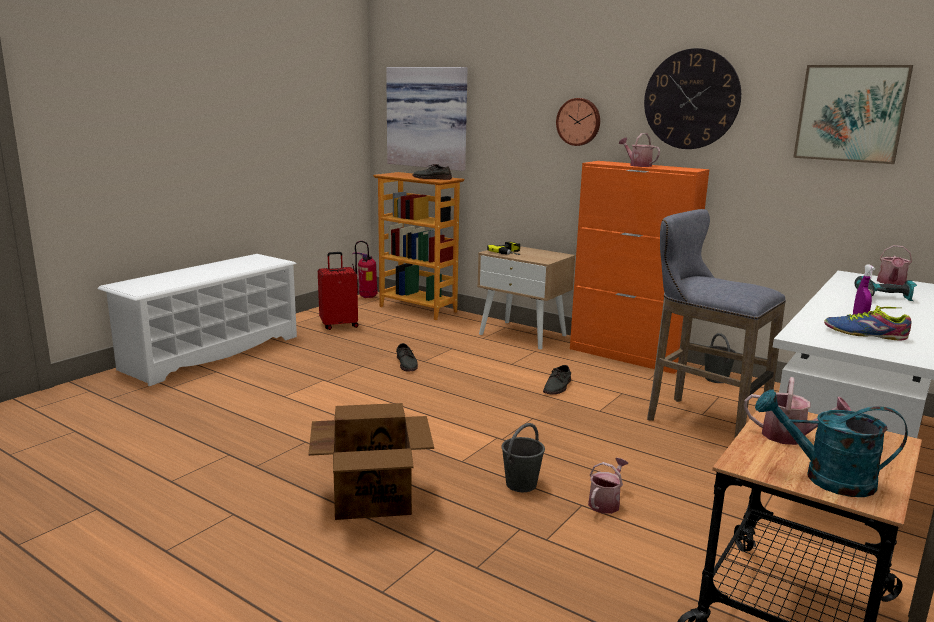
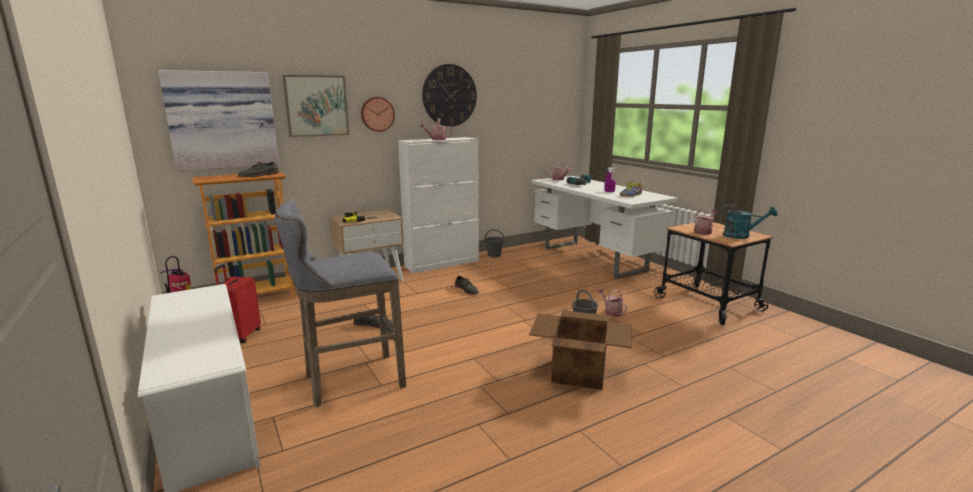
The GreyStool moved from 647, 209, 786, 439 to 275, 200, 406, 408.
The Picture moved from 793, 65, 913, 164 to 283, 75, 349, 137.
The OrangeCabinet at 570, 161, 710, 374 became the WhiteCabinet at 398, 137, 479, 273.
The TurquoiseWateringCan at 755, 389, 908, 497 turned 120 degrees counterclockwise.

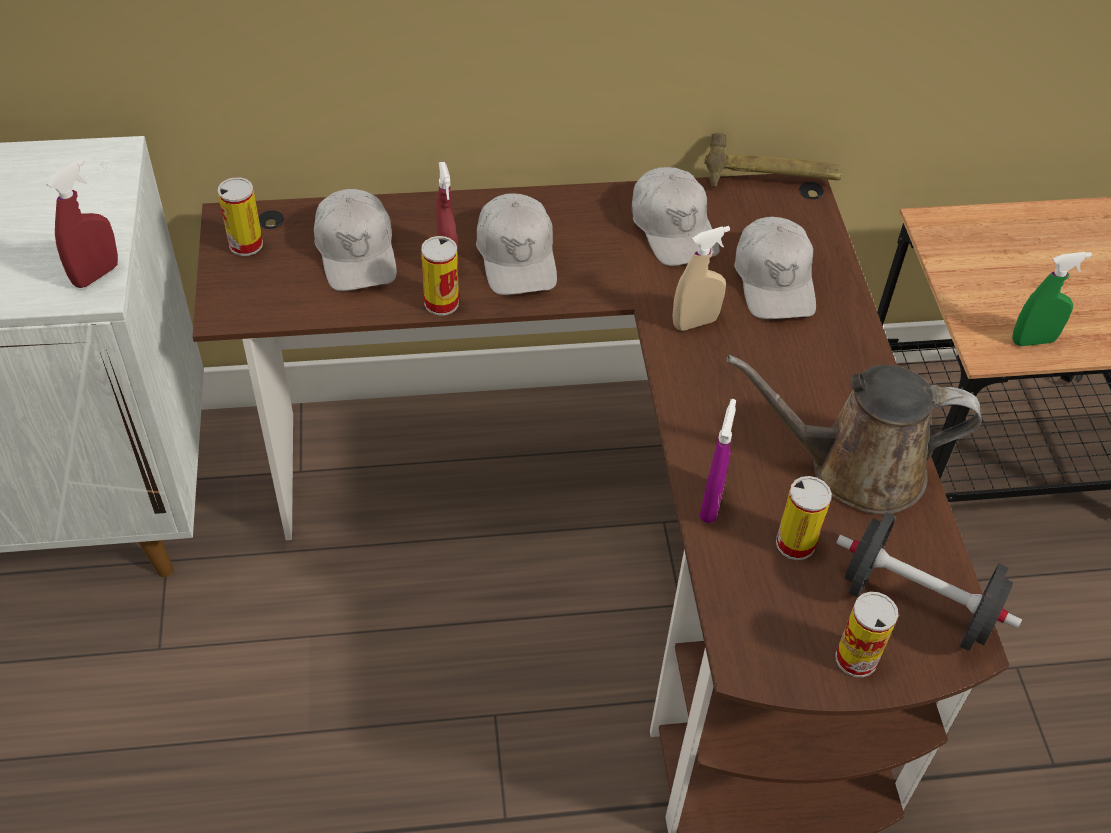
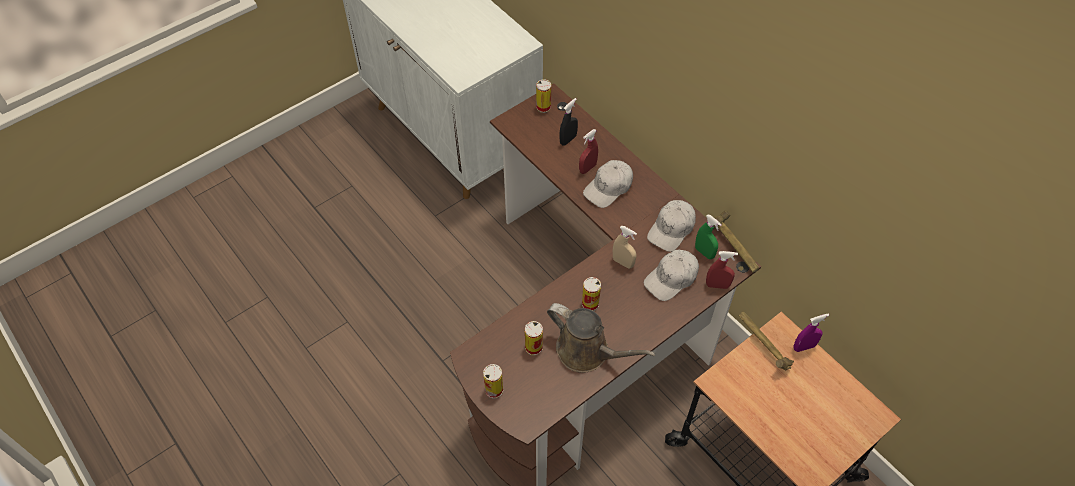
The BrownWateringCan at 727, 355, 982, 515 turned 150 degrees clockwise.
The WhiteCap at 314, 189, 397, 291 was replaced by the BlackSprayBottle at 560, 98, 578, 146.
The Can moved from 421, 236, 459, 316 to 582, 277, 601, 311.
The GreenSprayBottle moved from 1012, 252, 1092, 346 to 695, 214, 722, 259.
The RedSprayBottle moved from 46, 158, 118, 288 to 706, 251, 738, 289.
The Hammer at 739, 312, 794, 370 appeared.
The PurpleSprayBottle moved from 699, 399, 736, 523 to 793, 314, 829, 352.
The BlackDumbbell at 836, 512, 1022, 651 disappeared.

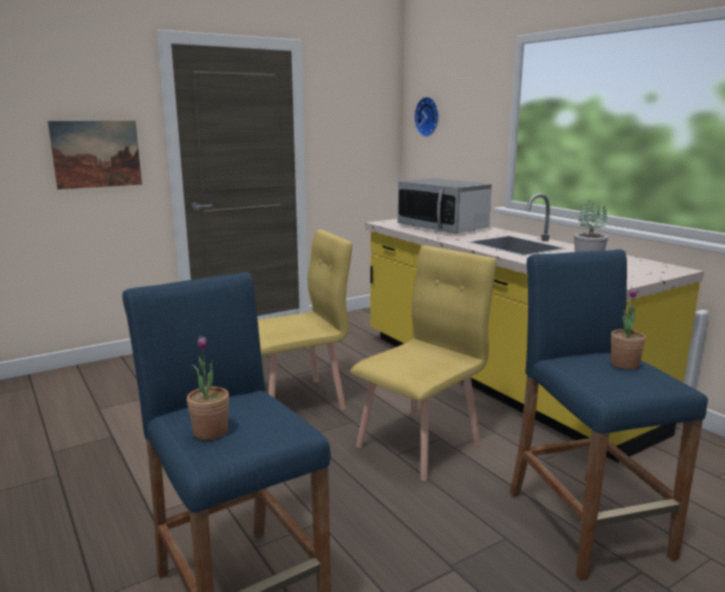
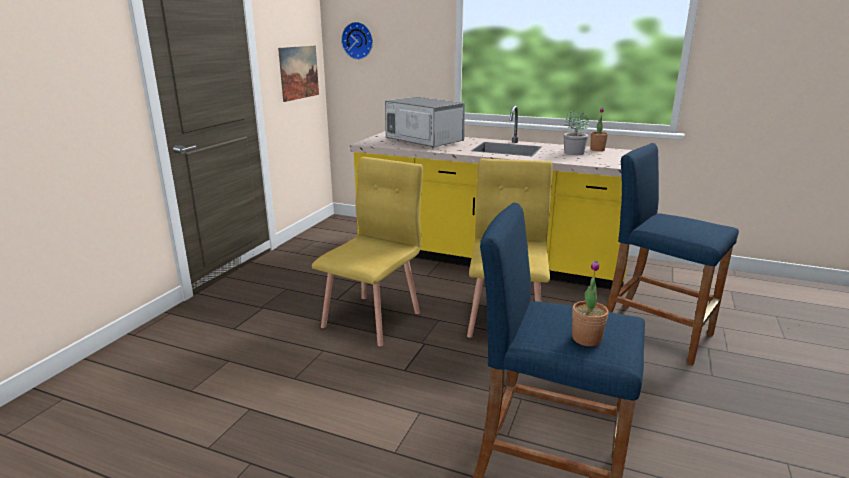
The Picture moved from 48, 121, 142, 189 to 278, 46, 319, 102.
The Microwave at 398, 178, 492, 234 turned 150 degrees counterclockwise.
The PottedPlant moved from 611, 287, 646, 370 to 590, 108, 608, 151.

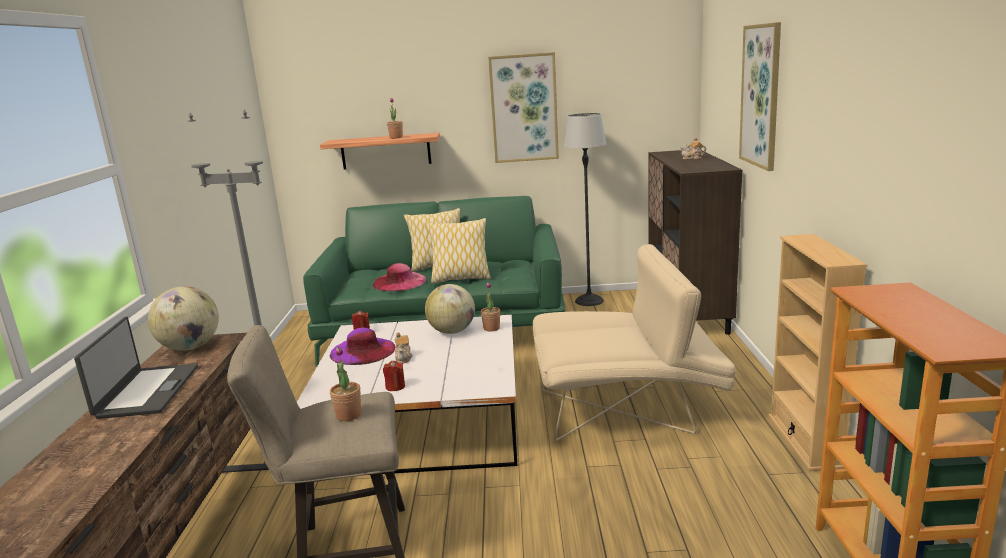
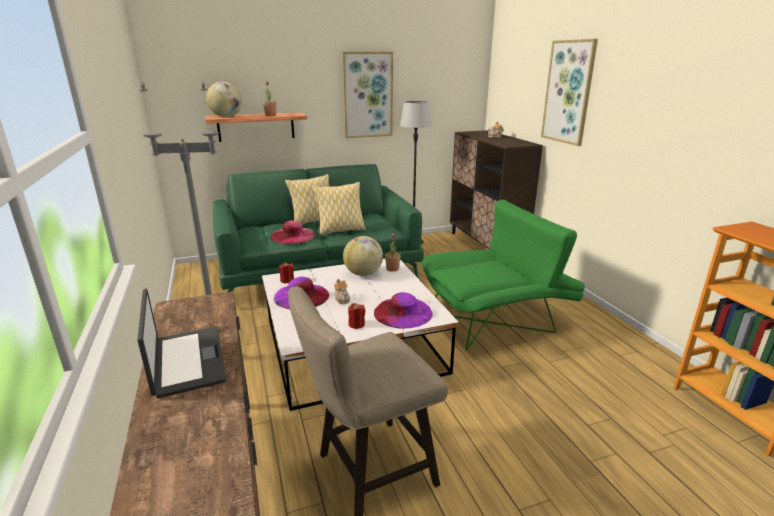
The Globe moved from 148, 286, 219, 351 to 206, 81, 242, 117.
The PurpleHat at 374, 292, 433, 329 appeared.
The BeigeArmchair at 533, 244, 736, 442 became the GreenArmchair at 422, 199, 585, 351.
The PottedPlant at 330, 346, 361, 421 disappeared.
The BeigeBookcase at 769, 234, 868, 471 disappeared.

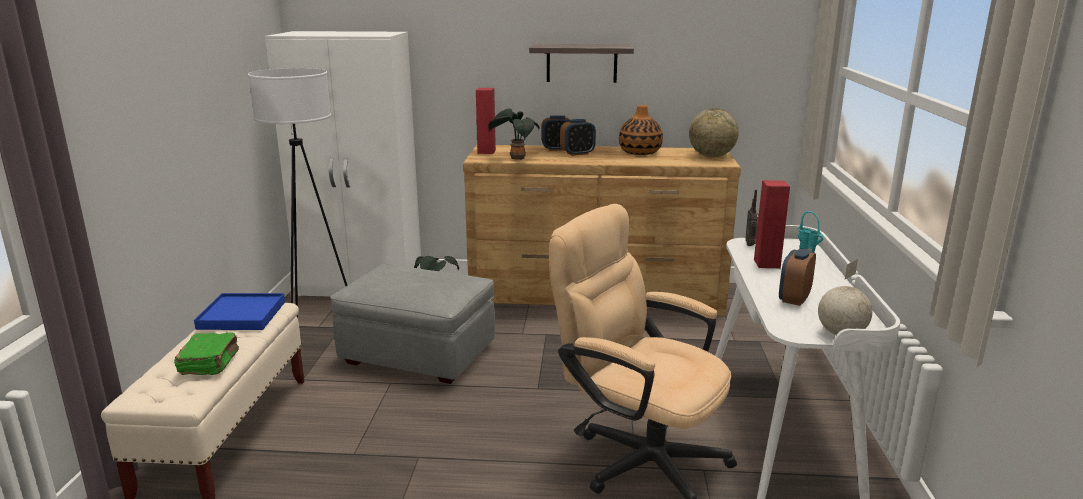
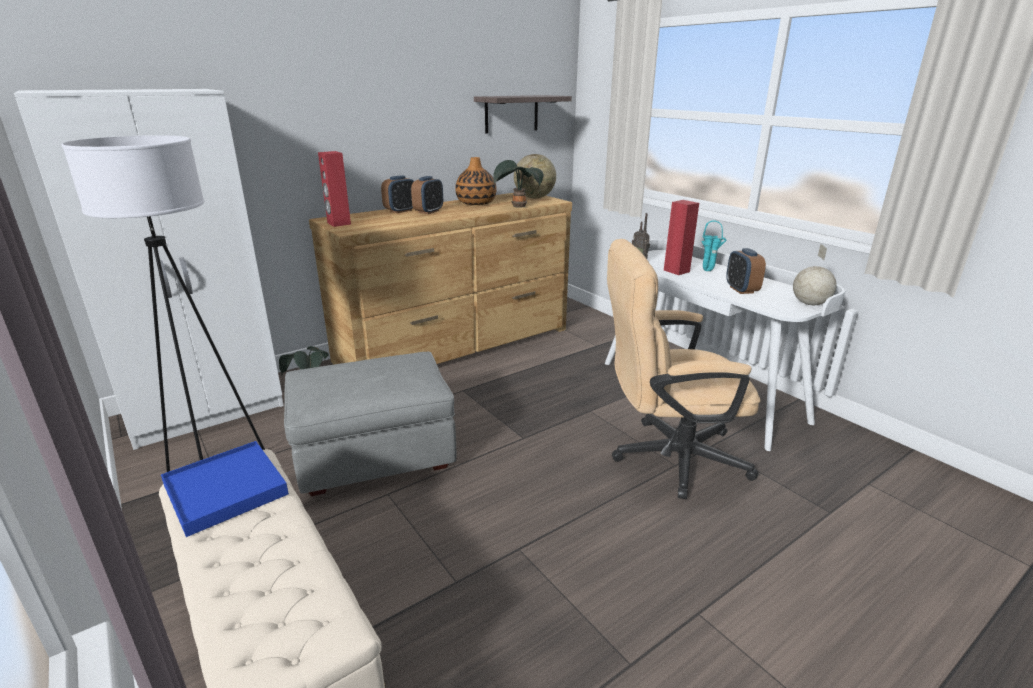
The Shelf moved from 529, 44, 634, 83 to 474, 95, 572, 134.
The PottedPlant moved from 488, 109, 540, 160 to 493, 160, 544, 208.
The GreenBook at 174, 332, 239, 375 disappeared.

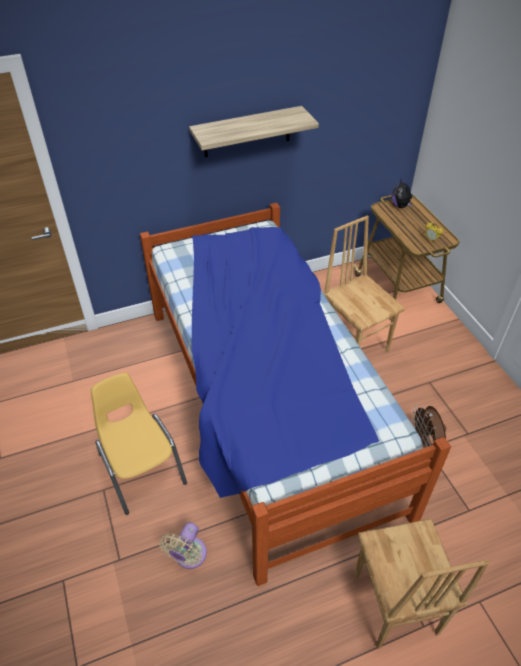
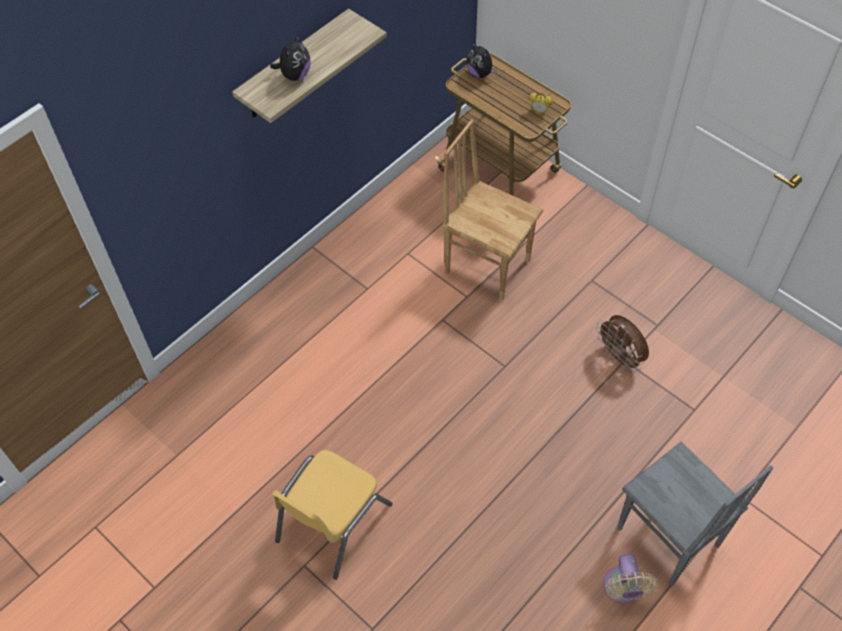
The PlushToy at 270, 34, 310, 81 appeared.
The YellowChair at 91, 373, 187, 515 turned 90 degrees counterclockwise.
The BeigeFan moved from 159, 522, 207, 569 to 603, 554, 658, 604.
The BrownChair at 355, 518, 489, 649 became the GreyChair at 617, 442, 773, 586.
The Bed at 140, 202, 451, 586 disappeared.

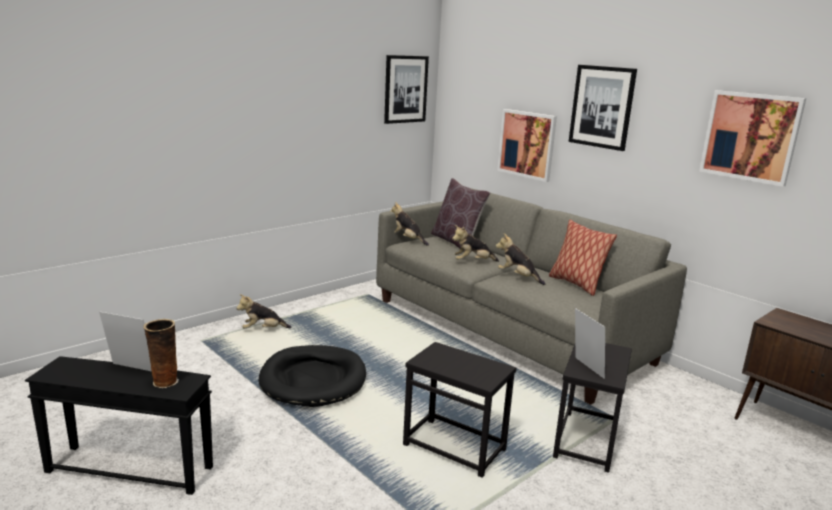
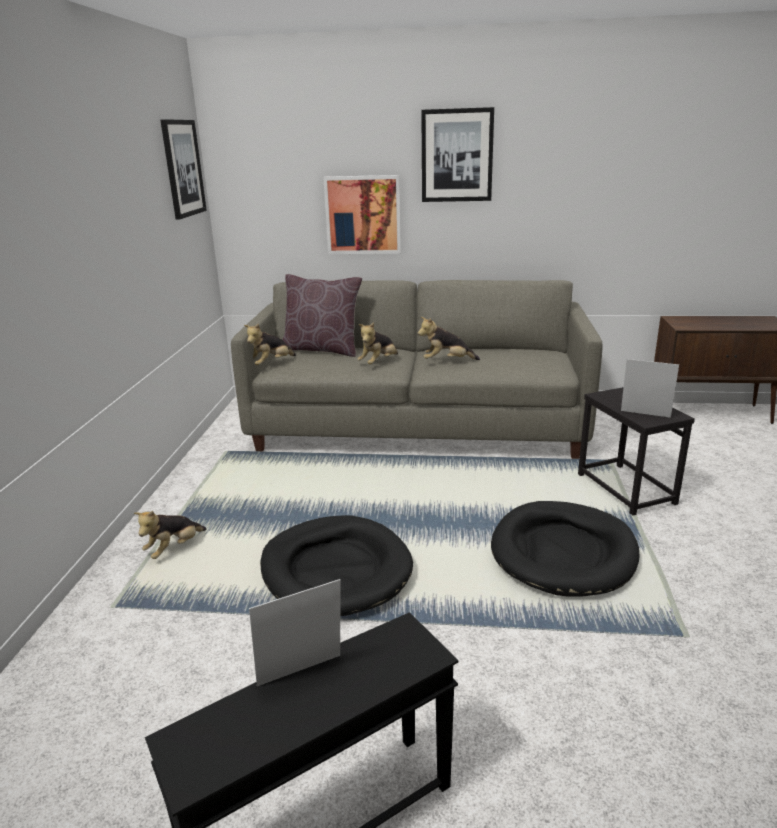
The PlushToy at 391, 202, 429, 246 turned 45 degrees counterclockwise.
The BlackSideTable at 403, 342, 516, 478 was replaced by the BlackDogBed at 491, 501, 640, 597.
The Vase at 143, 319, 179, 388 disappeared.
The Pillow at 549, 220, 617, 296 disappeared.
The Picture at 699, 90, 807, 187 disappeared.

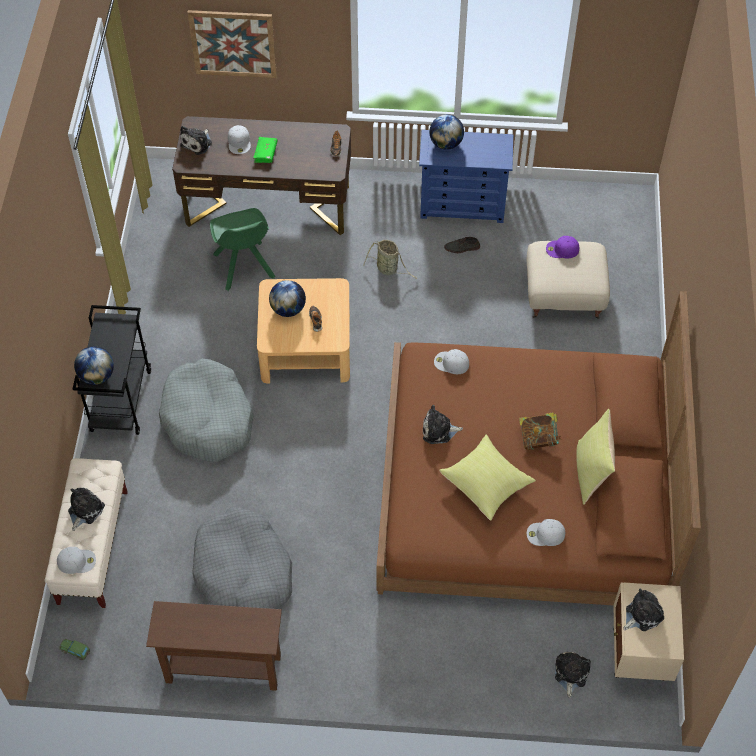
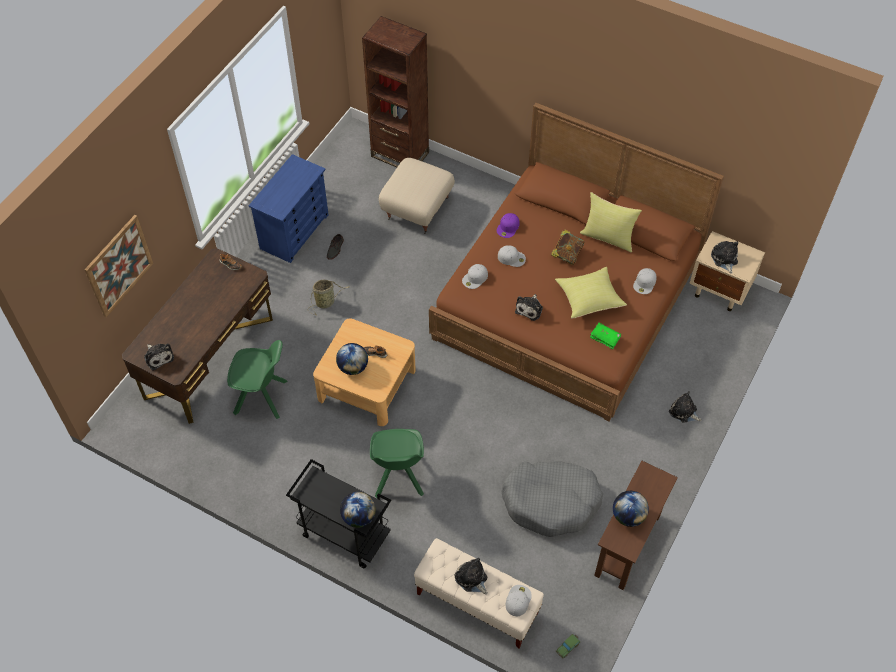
The BrownBookcase at 362, 16, 429, 167 appeared.
The GreyDogBed at 159, 359, 254, 462 was replaced by the GreenChair at 370, 429, 424, 498.
The PurpleCap moved from 546, 236, 579, 258 to 497, 213, 520, 238.
The WhiteCap moved from 228, 125, 251, 154 to 498, 245, 526, 267.
The GreenBook moved from 253, 137, 278, 163 to 590, 323, 621, 349.
The Globe moved from 429, 114, 464, 150 to 613, 491, 649, 527.
The PlushToy moved from 555, 652, 591, 698 to 669, 391, 702, 423.

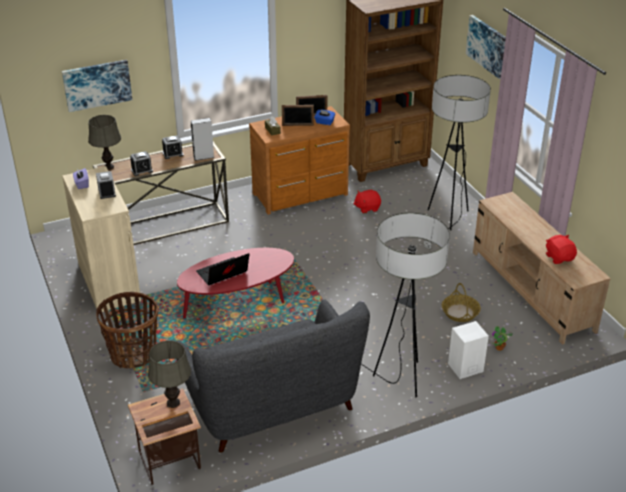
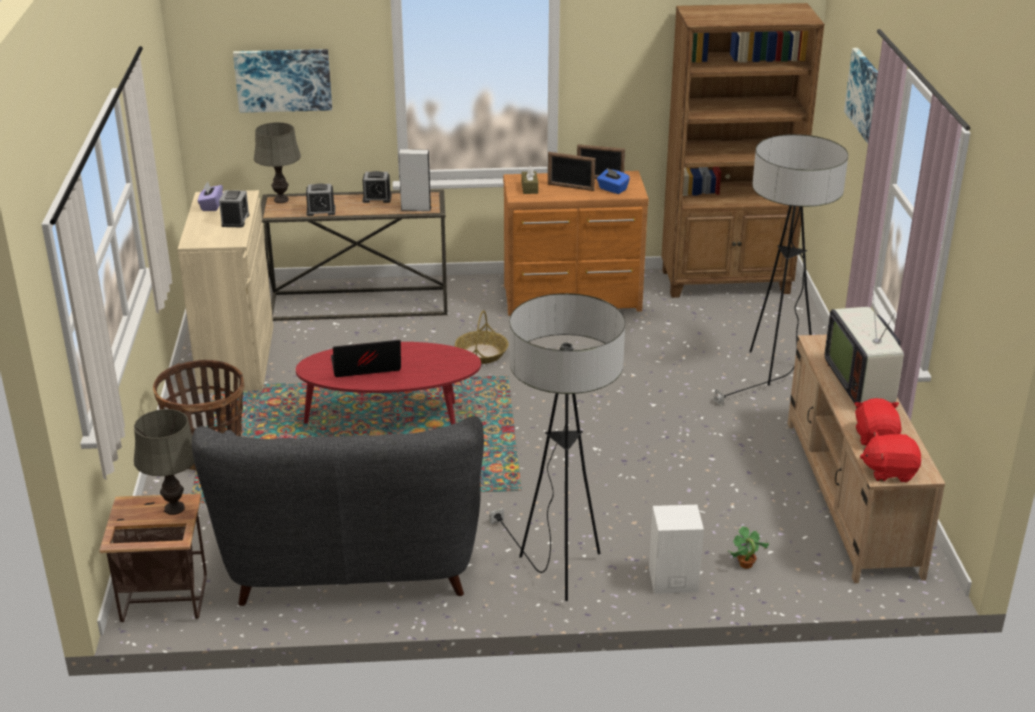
The Basket moved from 442, 283, 481, 322 to 455, 310, 509, 364.
The Television at 825, 292, 904, 408 appeared.
The RedPlushToy moved from 354, 190, 381, 214 to 860, 431, 921, 482.

